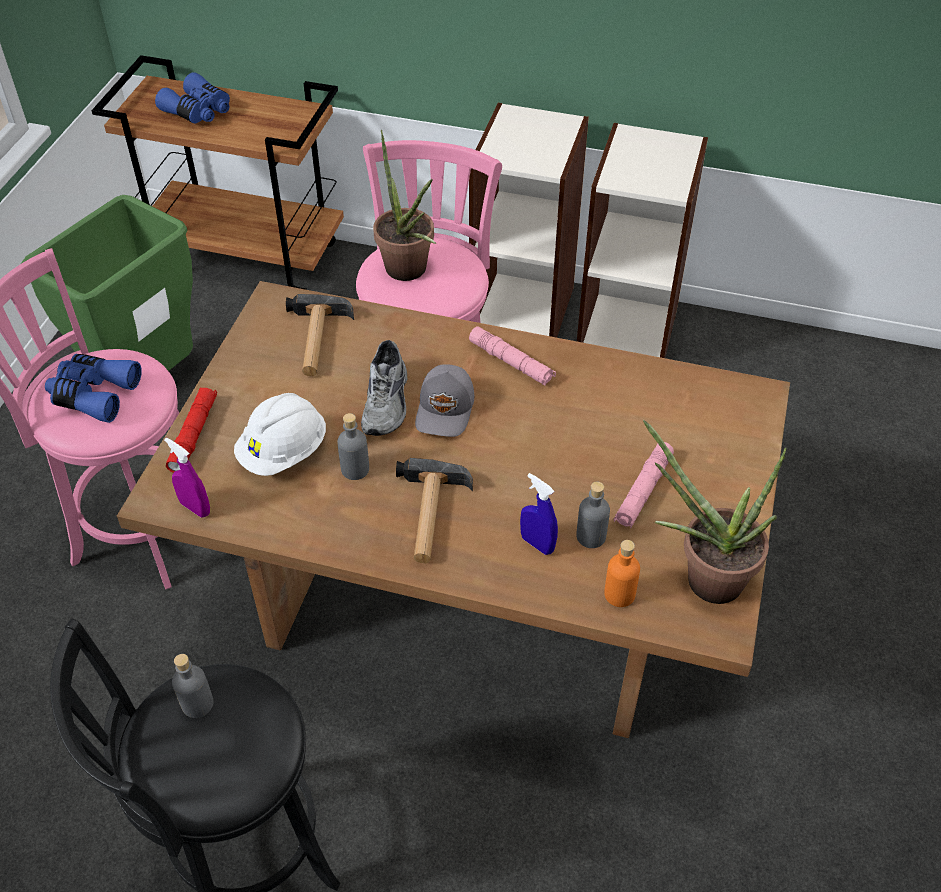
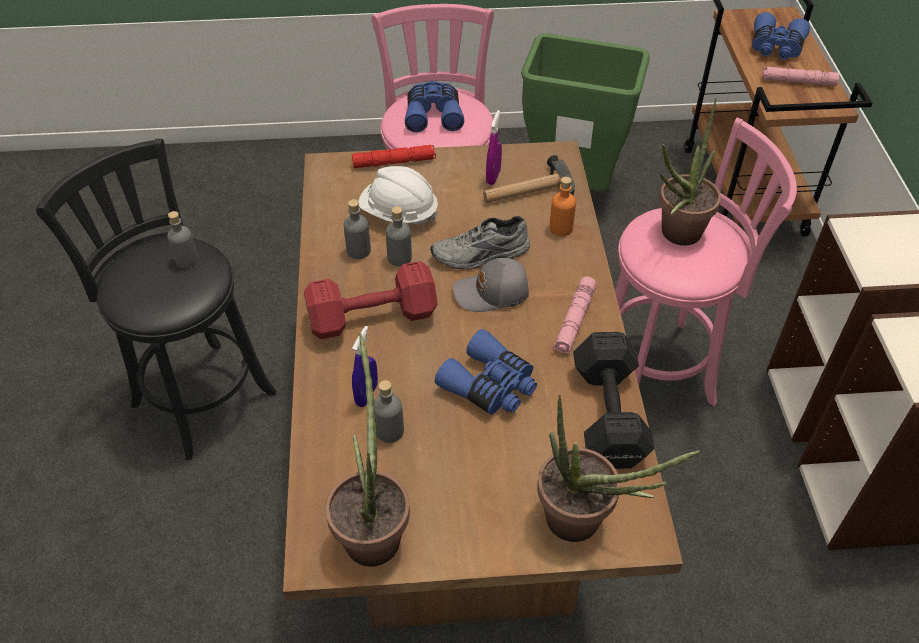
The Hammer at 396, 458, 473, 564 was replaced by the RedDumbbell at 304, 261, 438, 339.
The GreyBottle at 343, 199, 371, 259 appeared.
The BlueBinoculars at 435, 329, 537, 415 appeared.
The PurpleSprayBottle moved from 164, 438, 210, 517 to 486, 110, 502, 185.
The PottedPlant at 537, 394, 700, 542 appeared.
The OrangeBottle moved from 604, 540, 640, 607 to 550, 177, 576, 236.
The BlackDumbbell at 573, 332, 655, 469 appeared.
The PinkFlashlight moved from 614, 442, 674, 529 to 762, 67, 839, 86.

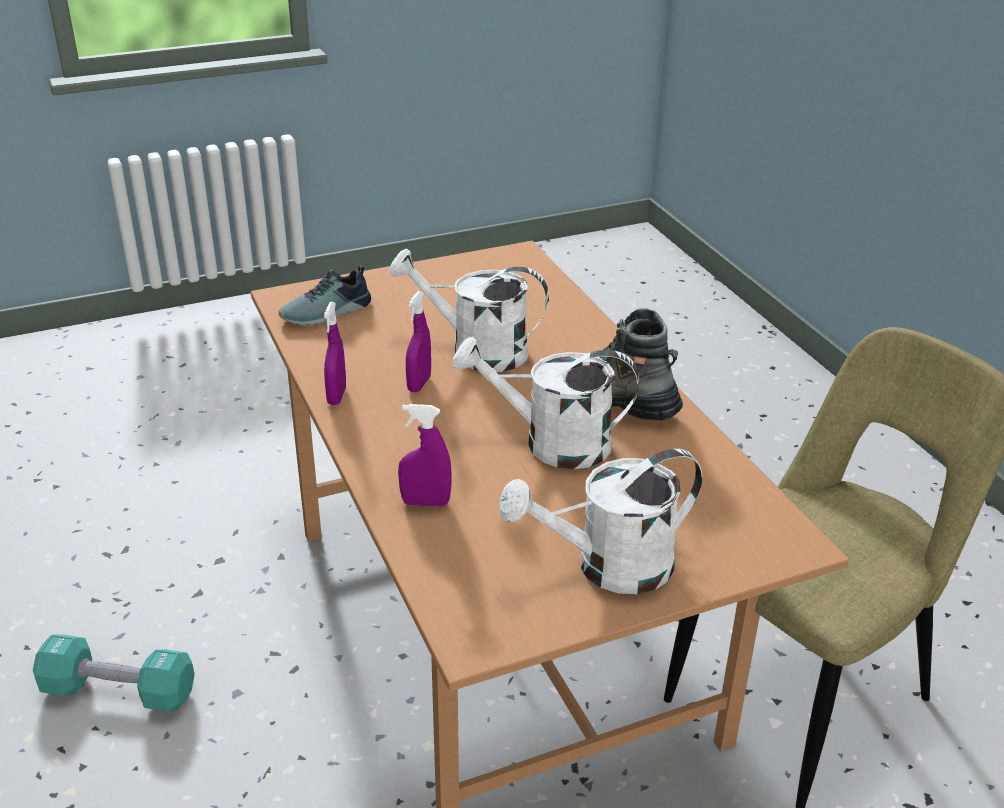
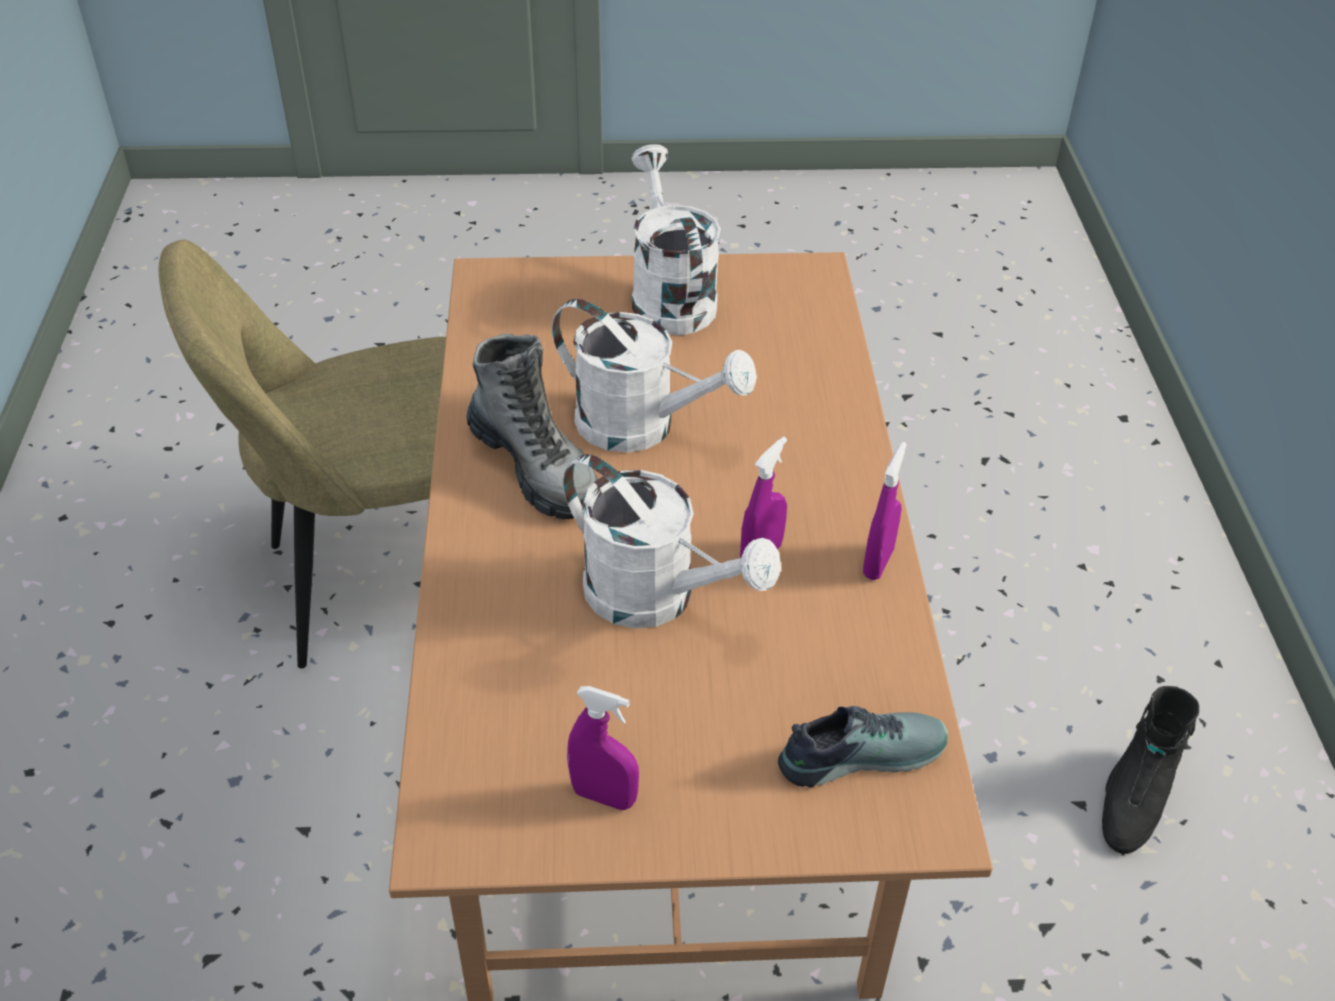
The PurpleSprayBottle moved from 398, 404, 452, 507 to 567, 686, 639, 810.
The WhiteWateringCan at 499, 449, 702, 594 turned 105 degrees counterclockwise.
The TurquoiseDumbbell at 33, 635, 195, 711 was replaced by the BlackBoot at 1102, 686, 1199, 854.

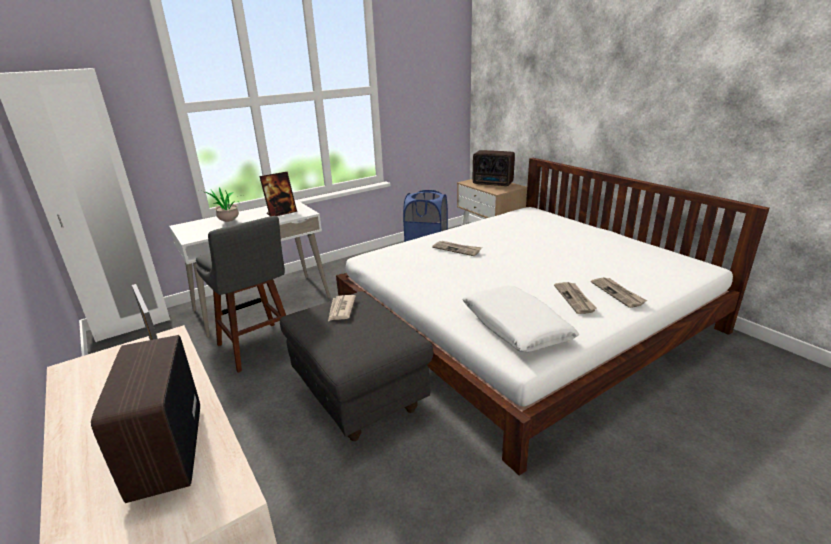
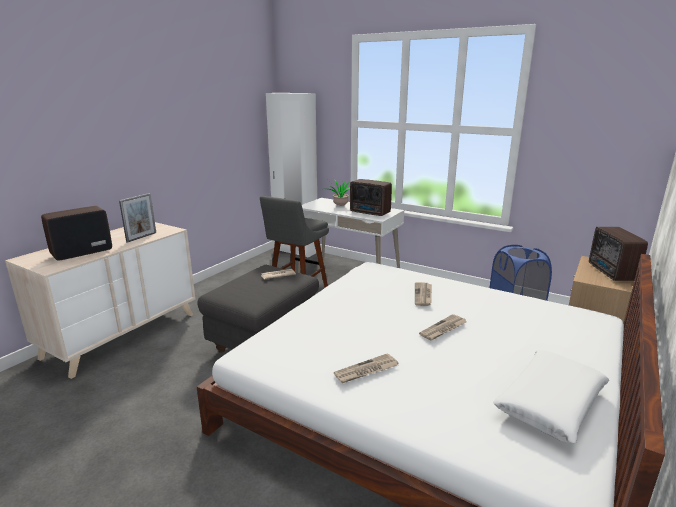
The PictureFrame at 259, 172, 297, 216 was replaced by the Radio at 350, 179, 392, 216.
The Newspaper moved from 591, 277, 647, 308 to 419, 314, 467, 340.
The WhitePillow moved from 462, 286, 579, 352 to 493, 350, 609, 443.

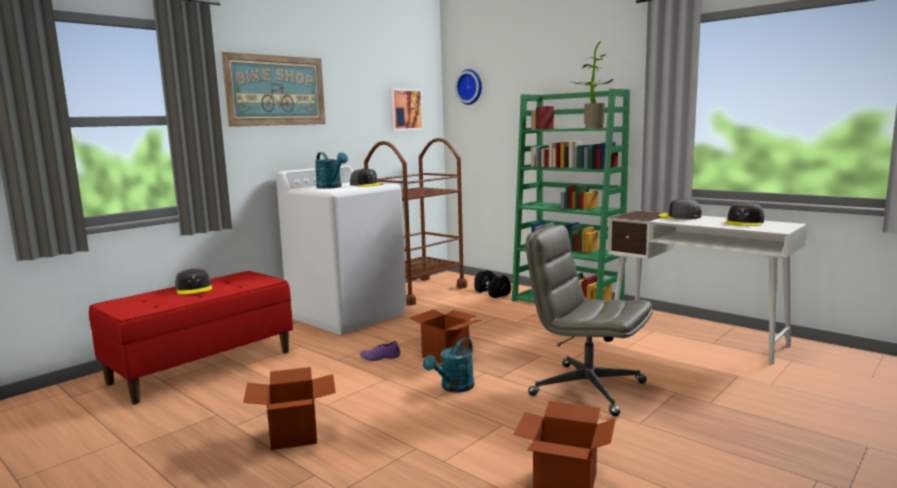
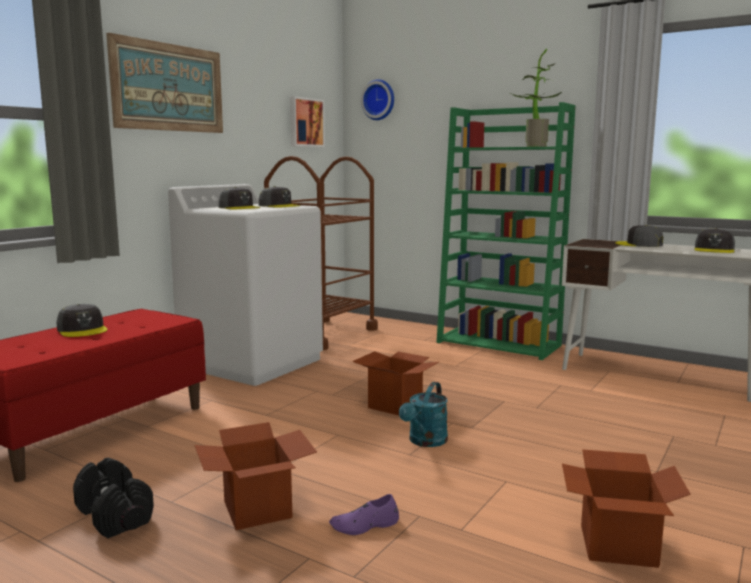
The BlackDumbbell moved from 474, 270, 511, 298 to 73, 458, 154, 538.
The TurquoiseWateringCan at 315, 152, 348, 189 was replaced by the GreyCap at 219, 187, 261, 209.
The PurpleShoe moved from 360, 341, 400, 361 to 329, 494, 399, 535.
The GreyOfficeChair at 526, 225, 652, 416 disappeared.

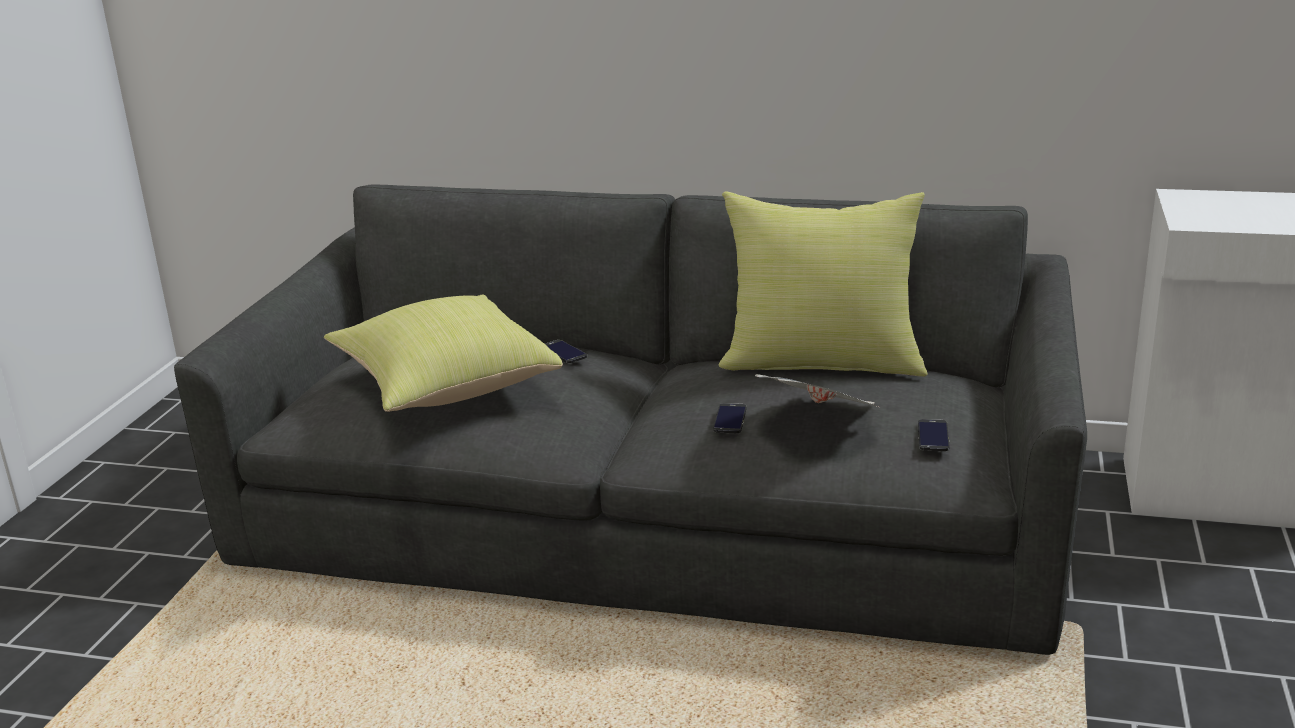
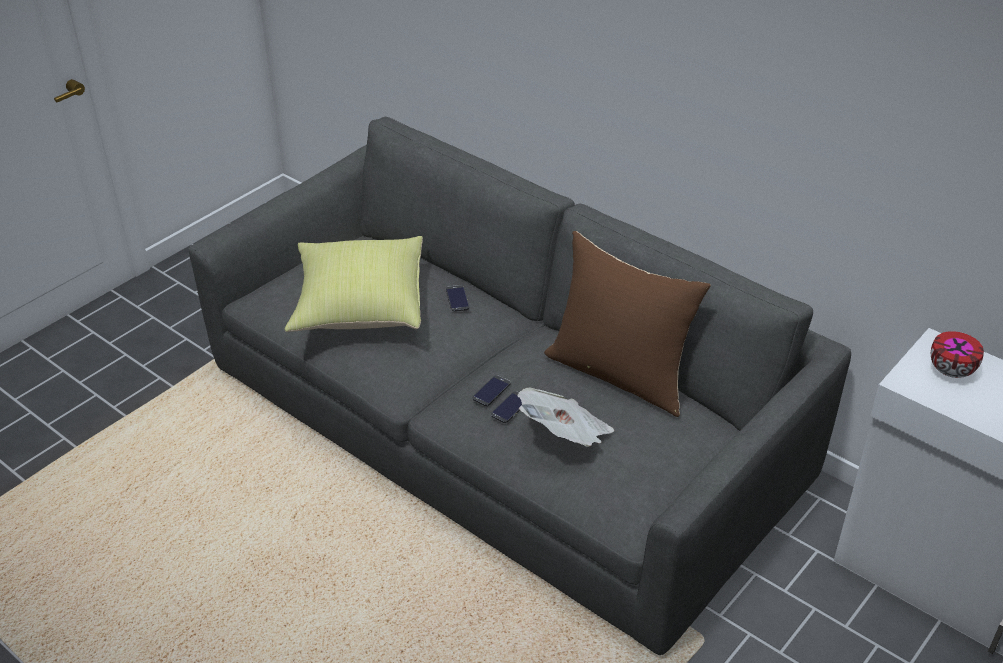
The Phone moved from 918, 419, 949, 451 to 472, 375, 511, 406.
The YellowPillow at 719, 191, 928, 377 became the BrownPillow at 544, 231, 711, 417.
The Bowl at 931, 331, 984, 378 appeared.

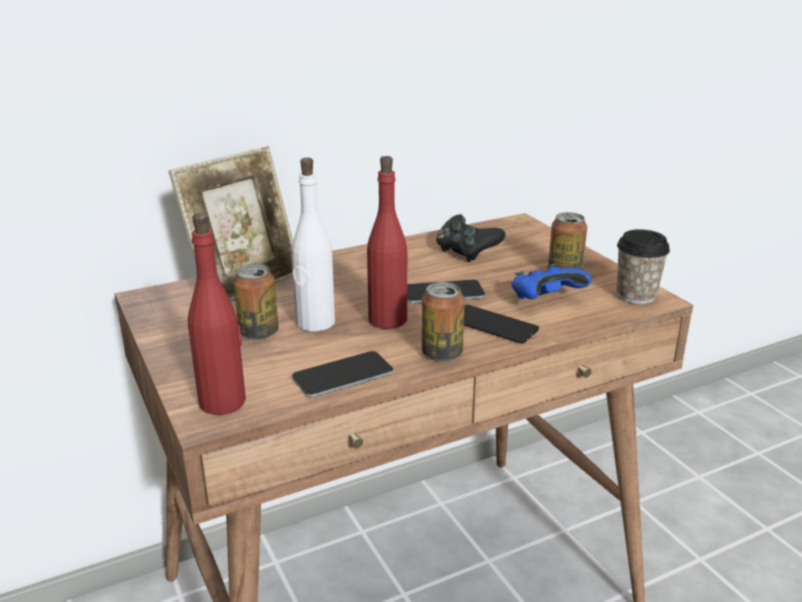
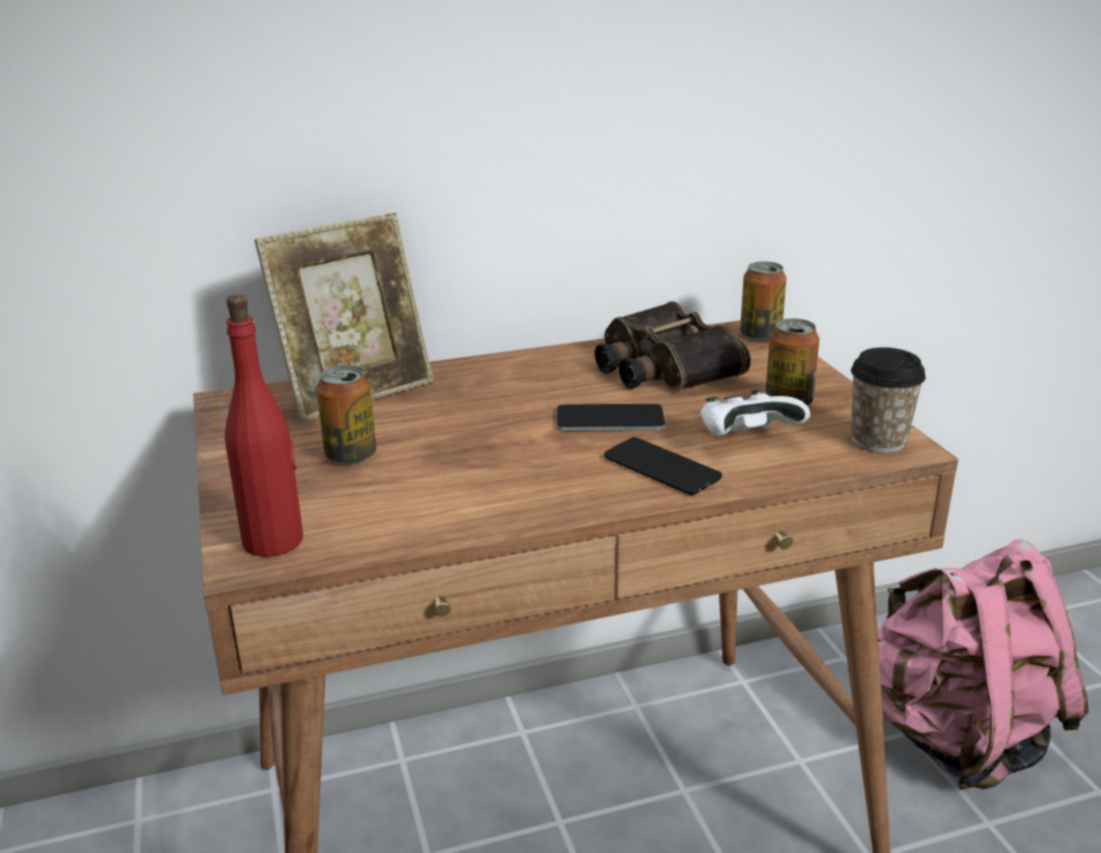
The BlackGameController at 436, 214, 506, 262 was replaced by the Binoculars at 595, 301, 751, 391.
The BlueGameController at 511, 264, 592, 299 became the WhiteGameController at 700, 389, 810, 436.
The Can moved from 422, 282, 465, 361 to 740, 261, 786, 341.
The PinkBackpack at 878, 539, 1089, 789 appeared.
The WhiteBottle at 291, 158, 335, 332 disappeared.
The Phone at 292, 351, 393, 397 disappeared.
The RedBottle at 367, 156, 407, 329 disappeared.

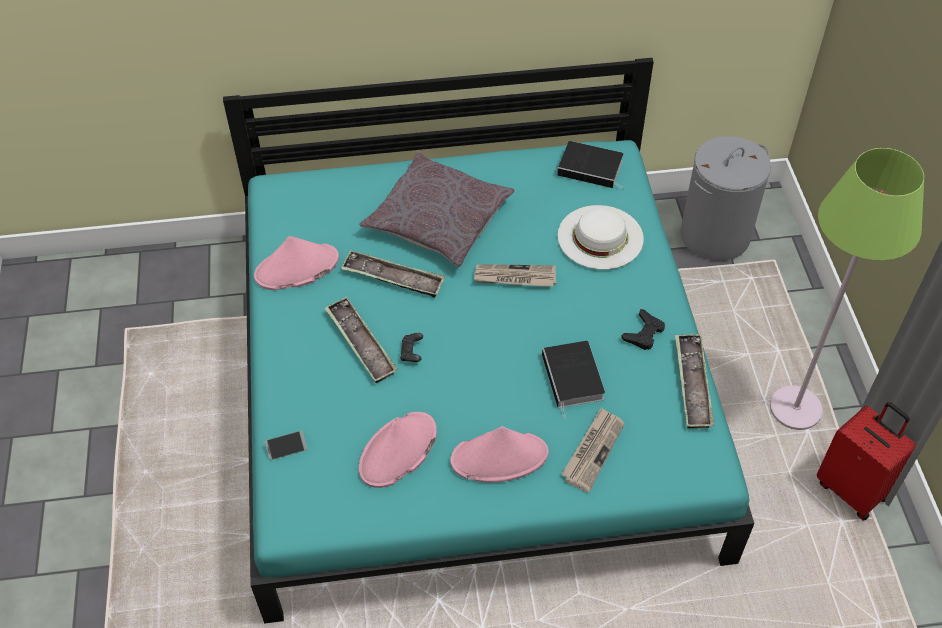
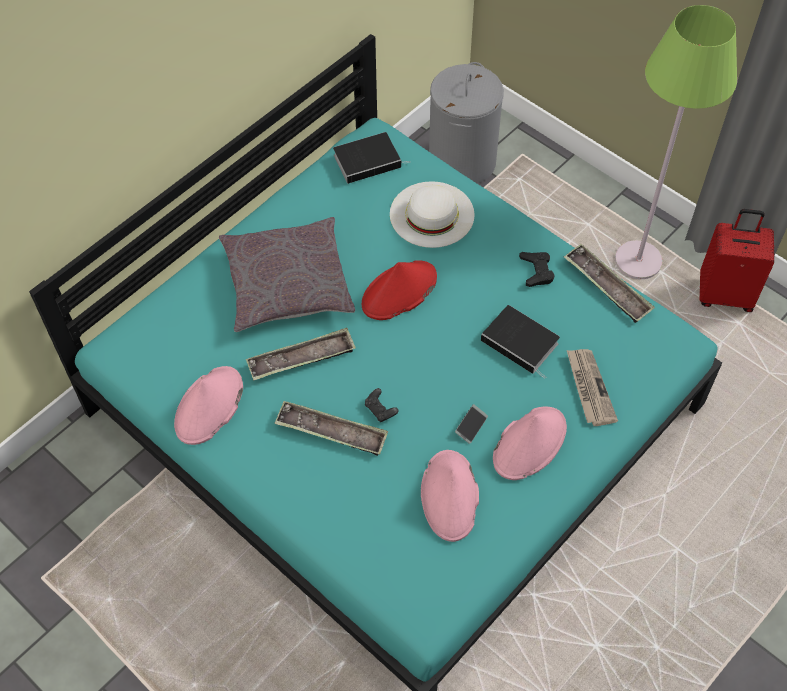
The Newspaper at 474, 264, 556, 287 was replaced by the RedHat at 362, 260, 437, 320.
The Phone moved from 265, 431, 307, 460 to 455, 404, 488, 444.

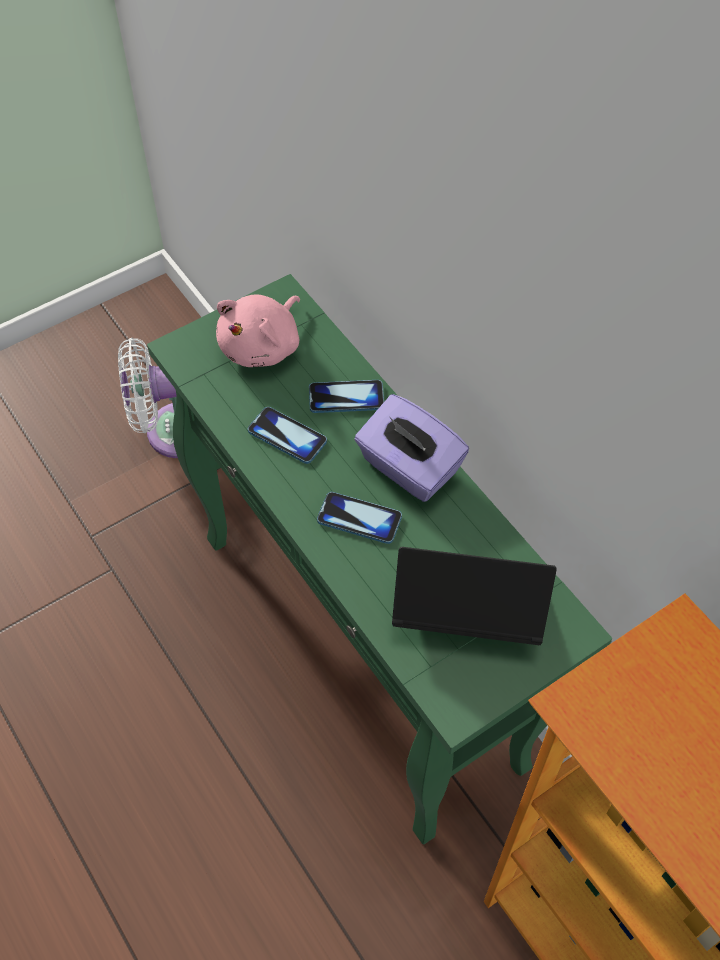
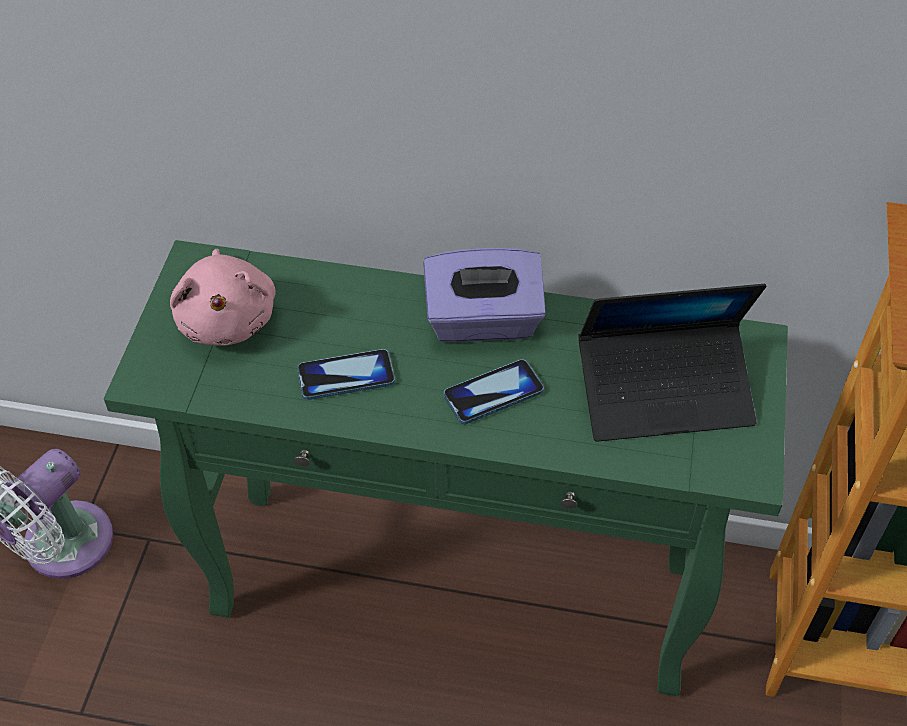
The Laptop at 392, 547, 556, 645 turned 150 degrees counterclockwise.
The Phone at 309, 380, 384, 413 disappeared.

